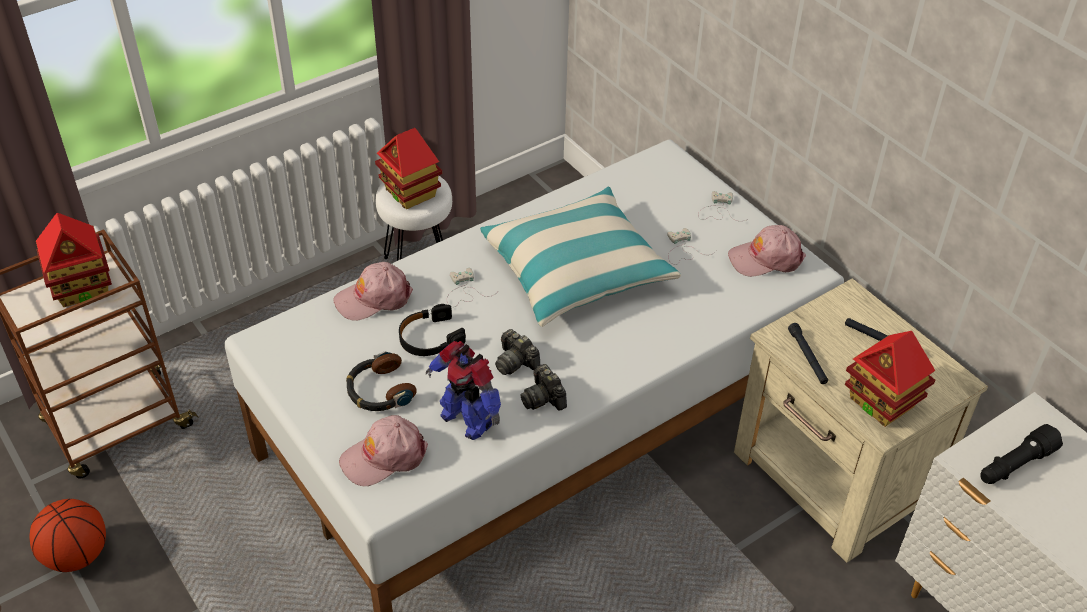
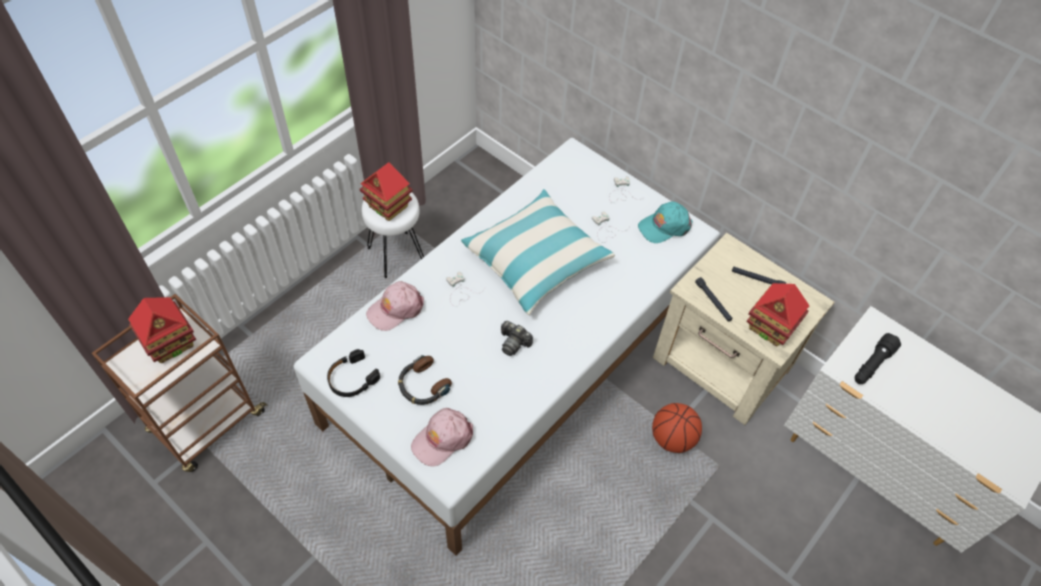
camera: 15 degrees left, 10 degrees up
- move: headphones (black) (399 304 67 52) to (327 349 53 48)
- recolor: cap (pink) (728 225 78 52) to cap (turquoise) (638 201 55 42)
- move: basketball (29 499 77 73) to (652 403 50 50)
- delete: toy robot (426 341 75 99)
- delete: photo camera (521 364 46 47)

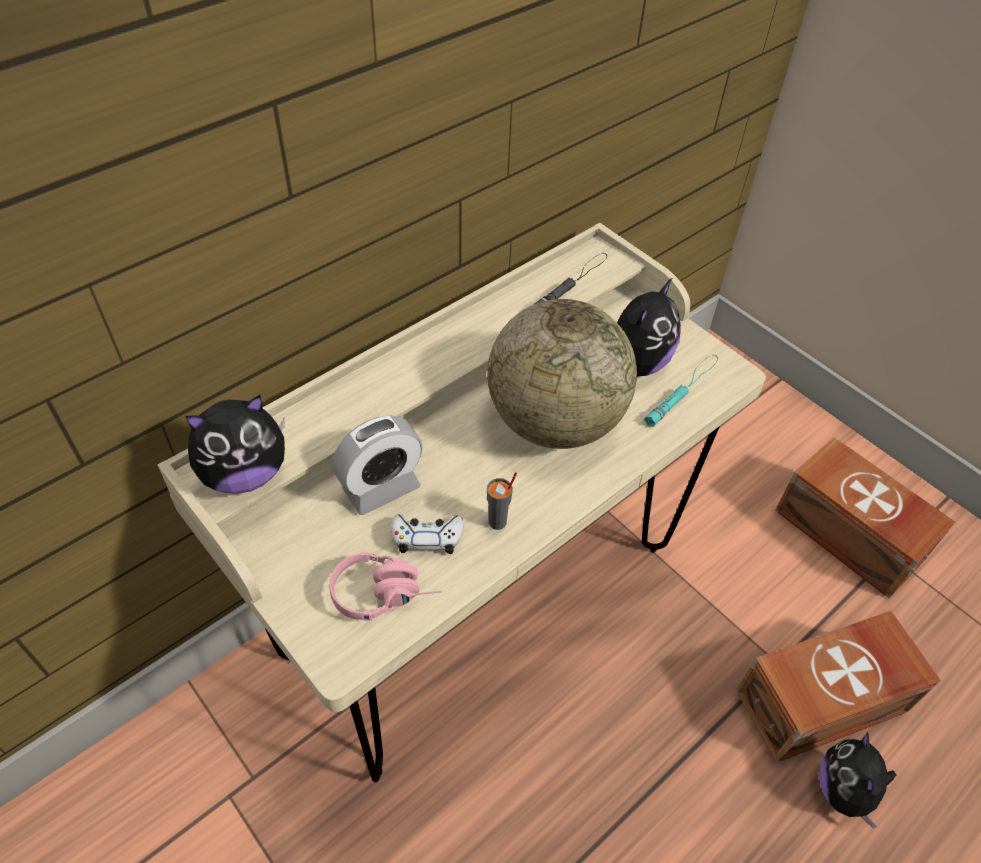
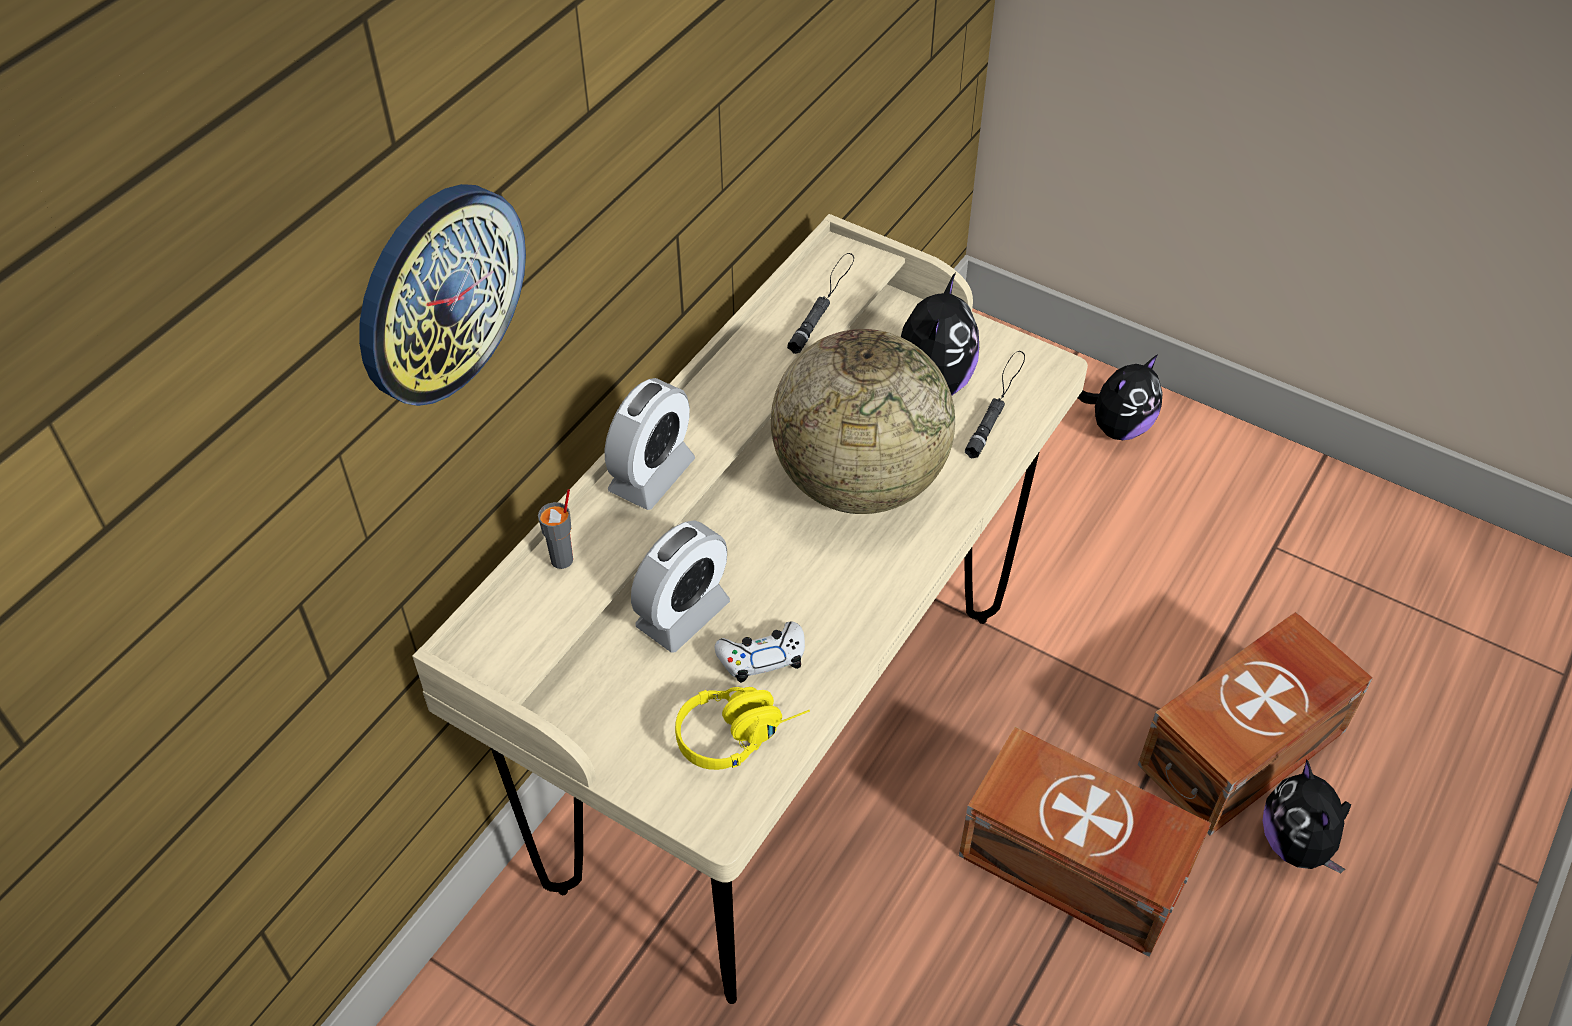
camera: 15 degrees left, 0 degrees up
- insert: wall clock (359 184 167 222)
- move: cup (grey) (487 472 30 58) to (538 489 35 80)
- insert: alarm clock (605 378 90 132)
- recolor: headphones (pink) (329 552 113 69) to headphones (yellow) (675 687 135 83)
- move: storage box (brown) (775 437 180 161) to (959 727 252 230)
- recolor: flashlight (turquoise) (644 355 74 72) to flashlight (black) (965 351 60 107)
- move: plush toy (185 395 100 99) to (1078 354 85 86)

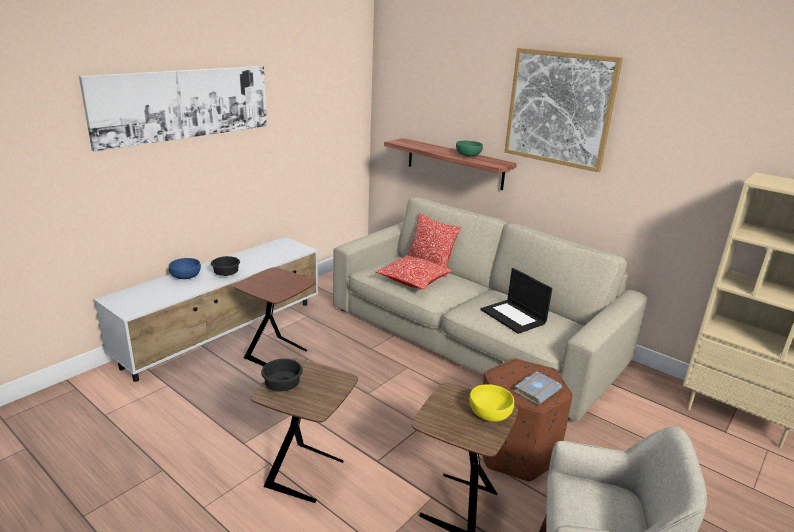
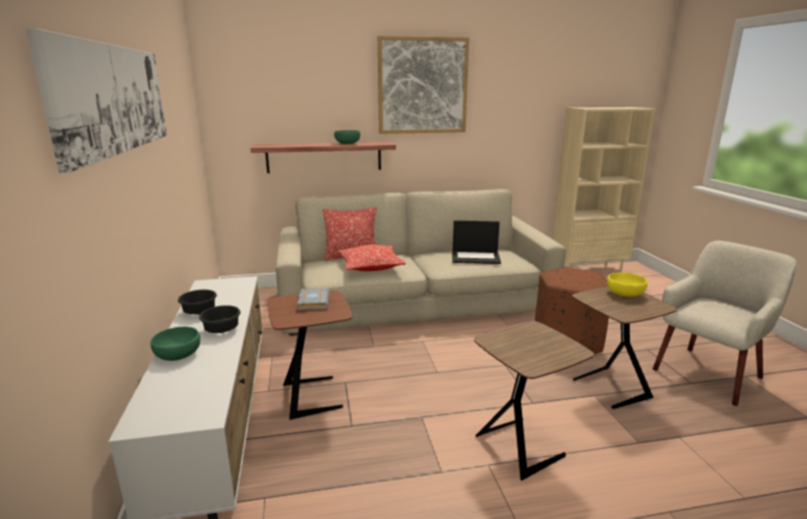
camera: 50 degrees left, 5 degrees down
- recolor: bowl (blue) (169 258 32 21) to bowl (green) (150 327 50 34)
- move: bowl (black) (261 359 42 32) to (178 290 39 25)
- move: book (grey) (514 371 48 34) to (297 288 33 22)

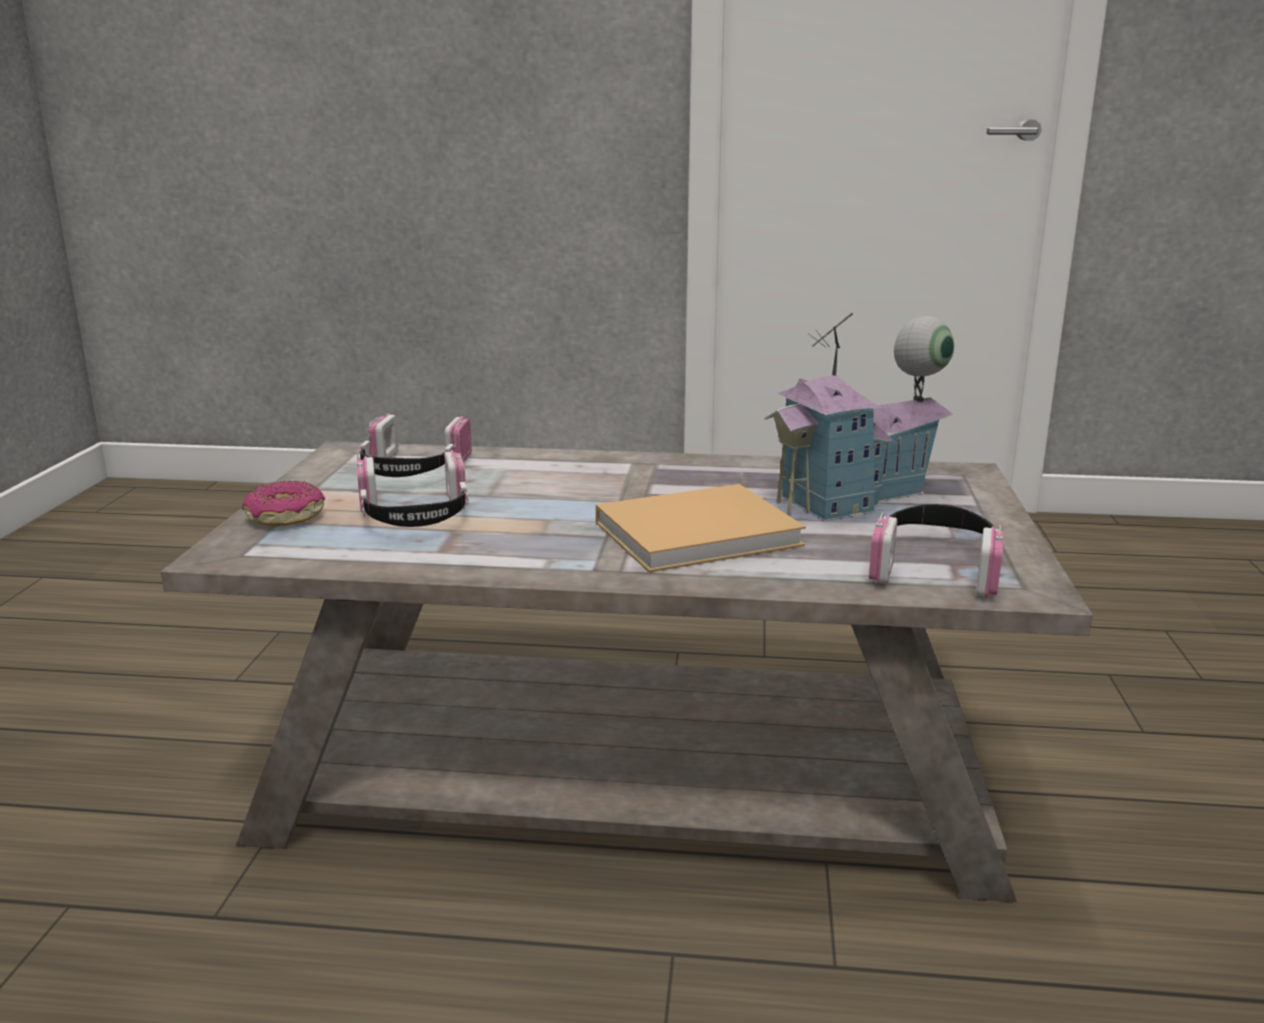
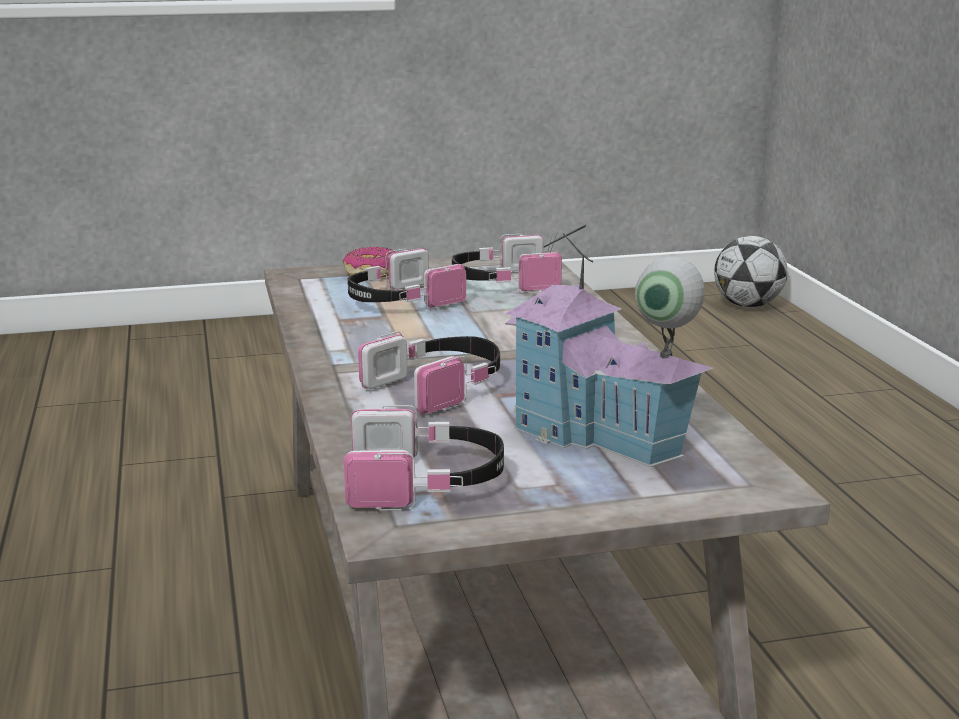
camera: 70 degrees right, 0 degrees up
- replace: book (beige) (596 484 210 89) to headphones (358 331 142 83)
- insert: football (714 236 73 72)

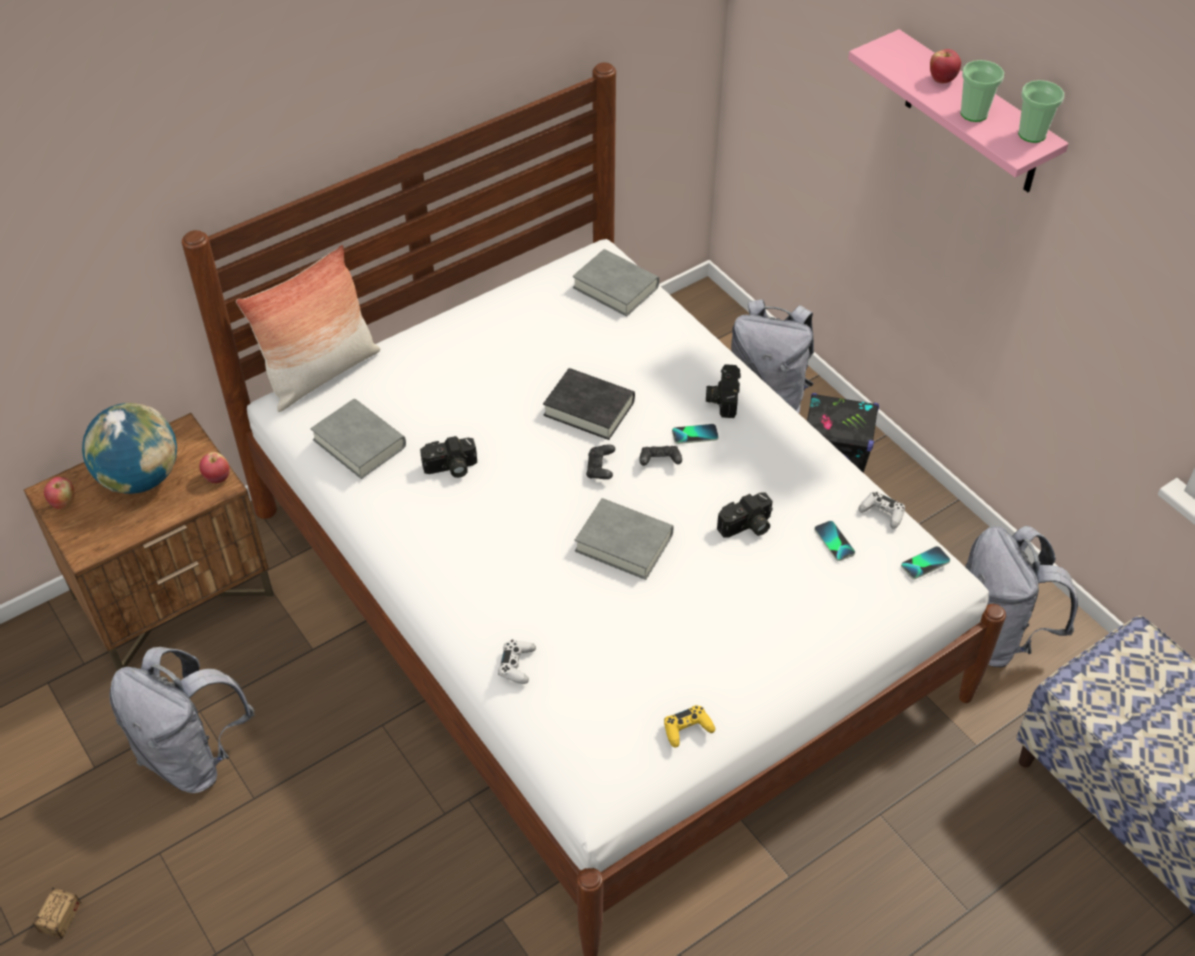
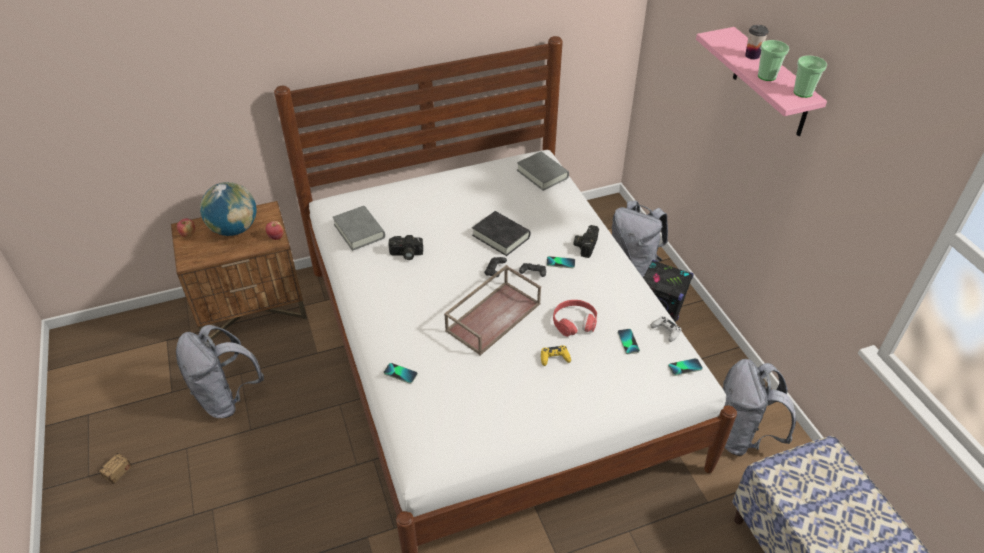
camera: 15 degrees right, 5 degrees down
- replace: game controller (white) (498 640 38 44) to phone (384 363 34 21)
- replace: book (grey) (575 498 99 82) to tray (brown) (444 265 97 90)
- move: game controller (yellow) (664 705 51 43) to (541 345 30 21)
- replace: photo camera (717 492 56 45) to headphones (red) (553 300 44 37)
- replace: apple (930 49 31 34) to cup (745 25 24 34)
- delete: pillow (236 245 144 167)

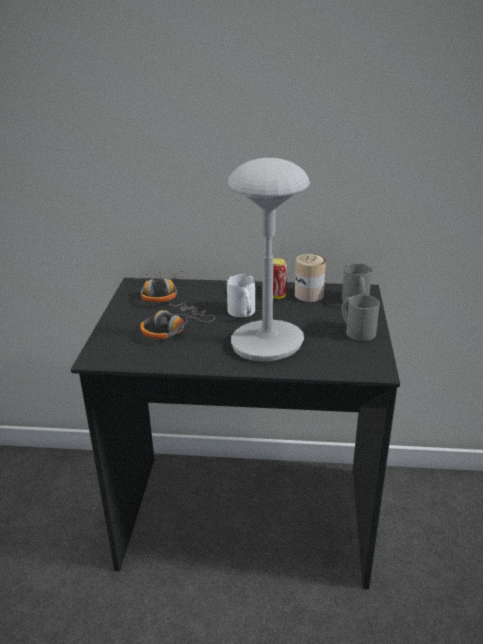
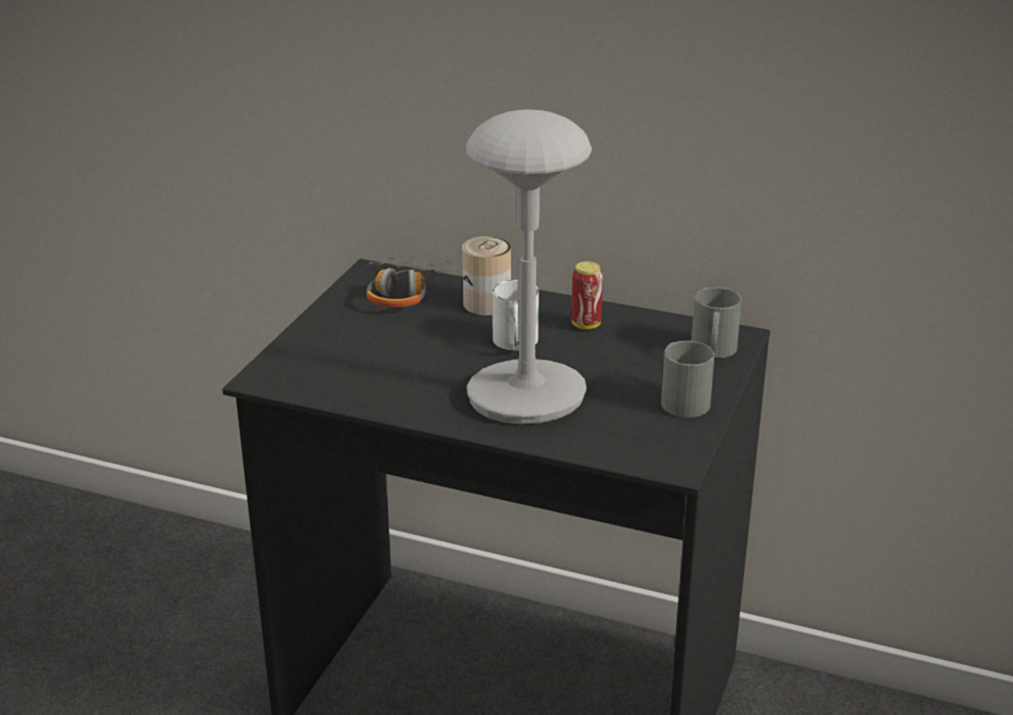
camera: 15 degrees right, 0 degrees up
- move: can (295 254 31 48) to (462 236 49 79)
- delete: headphones (140 303 75 36)

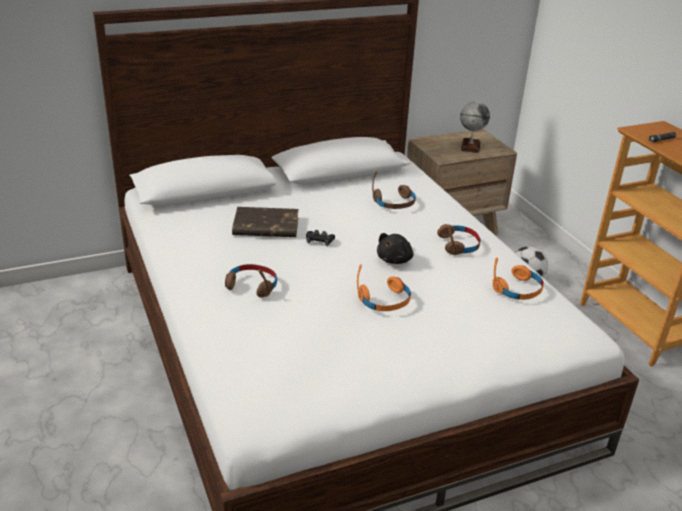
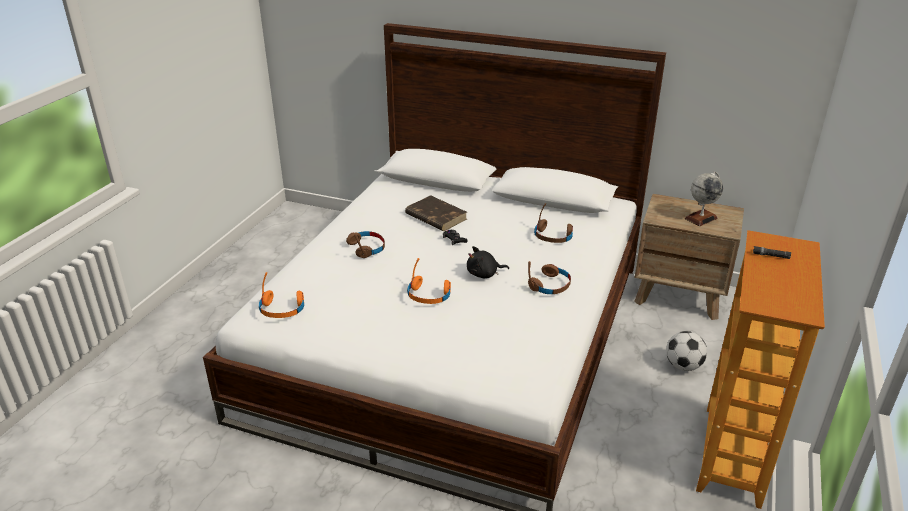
camera: 45 degrees right, 0 degrees up
- move: headphones (orange) (493 258 51 42) to (259 272 45 46)

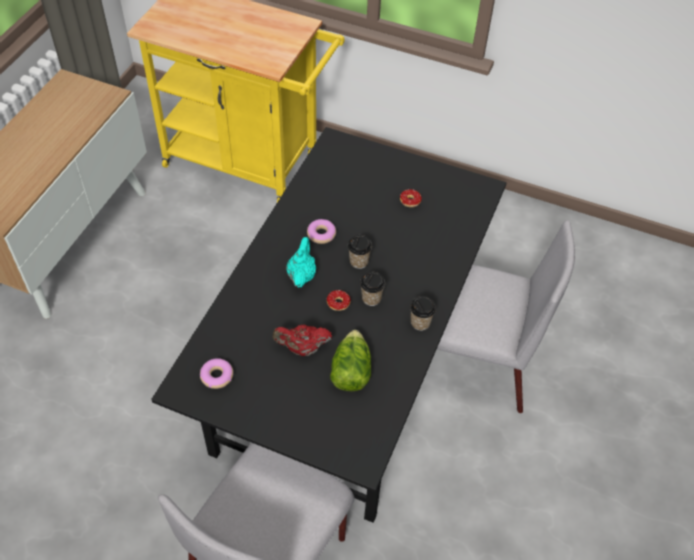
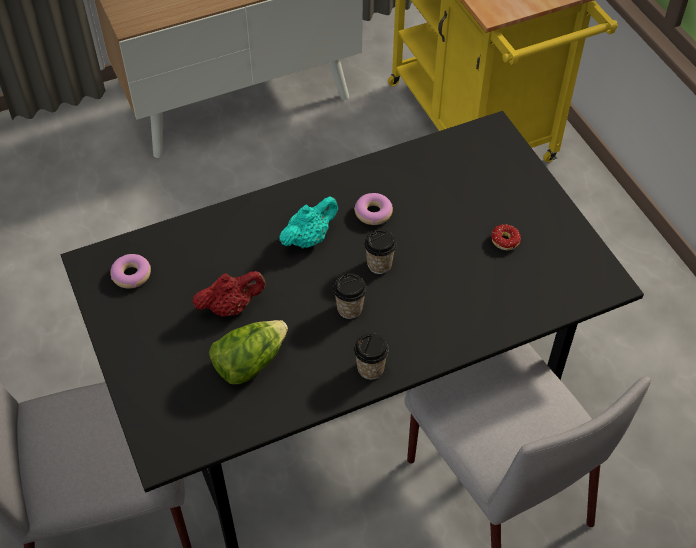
camera: 45 degrees right, 0 degrees up
- rotate: teapot (red) (273 325 59 31) = (192 271 73 46) 120 degrees clockwise
- delete: donut (327 290 24 21)

